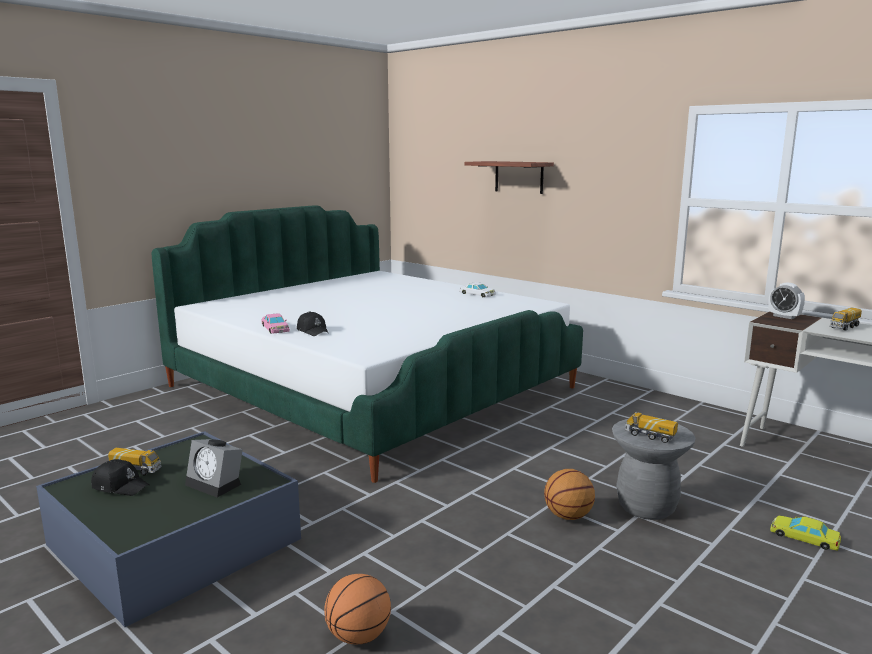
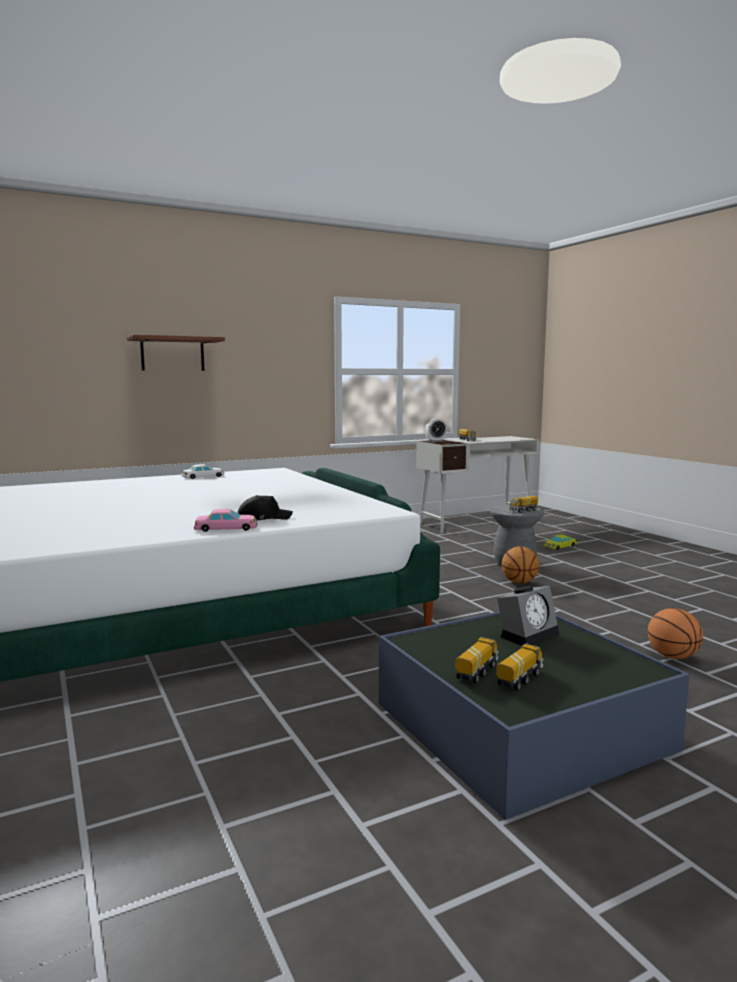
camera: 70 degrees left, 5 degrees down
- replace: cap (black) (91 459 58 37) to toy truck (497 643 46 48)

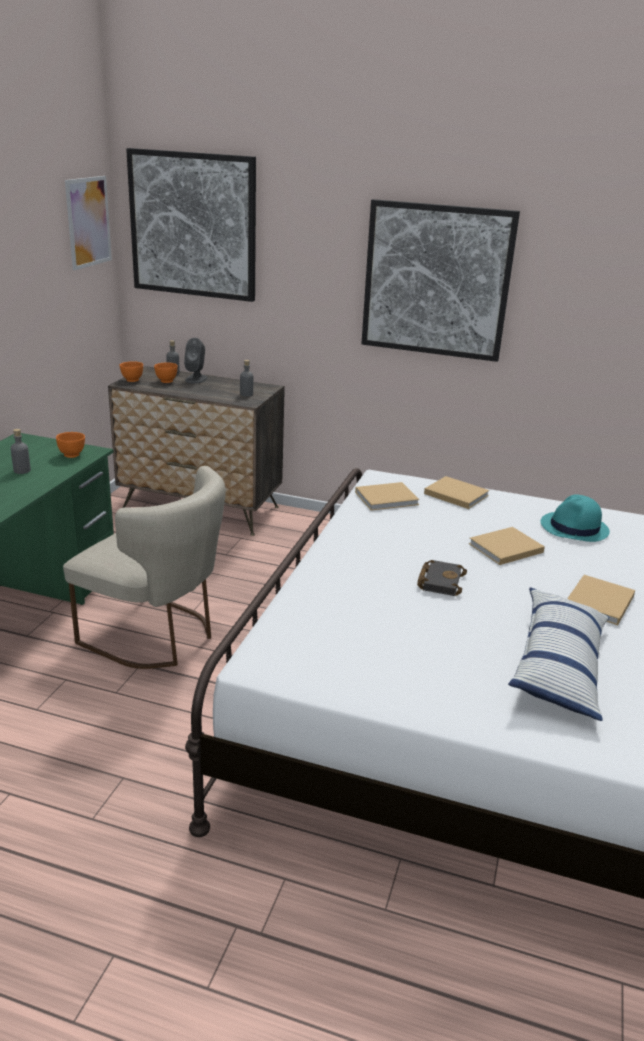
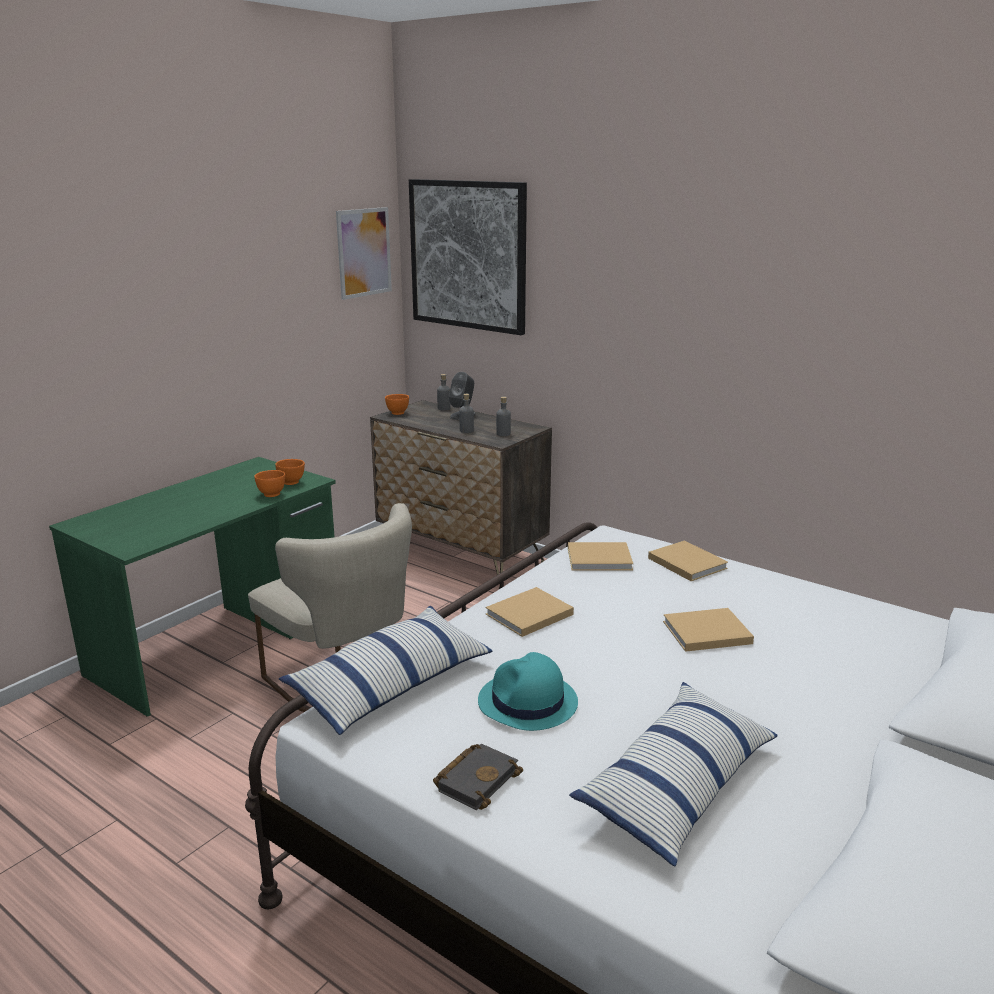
camera: 20 degrees right, 5 degrees down
- move: bowl (orange) (154 363 24 20) to (254 470 31 27)
- insert: pillow (279 606 213 129)
- move: book (black) (417 560 50 36) to (433 744 90 66)
- move: bottle (grey) (11 429 20 45) to (459 394 15 39)
- move: hat (turquoise) (541 494 69 48) to (478 652 100 79)
- move: book (beige) (567 575 68 50) to (486 587 88 50)
- delete: picture (362 199 158 163)

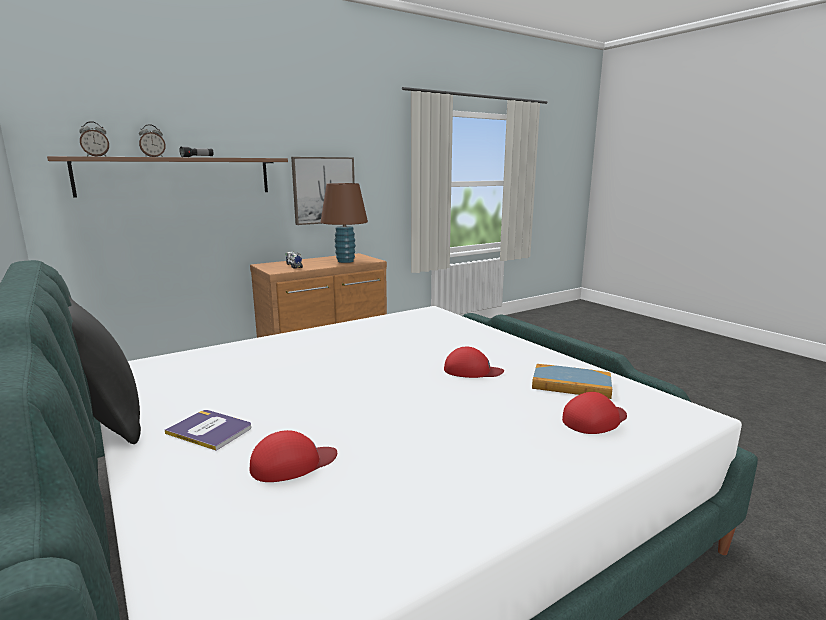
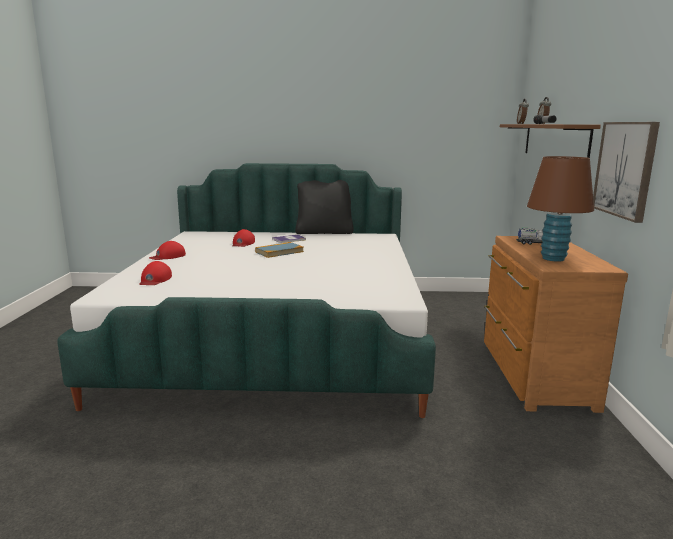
camera: 125 degrees right, 0 degrees up
- move: cap (red) (444 347 60 31) to (149 241 37 19)
- move: book (532 364 80 35) to (255 242 49 16)

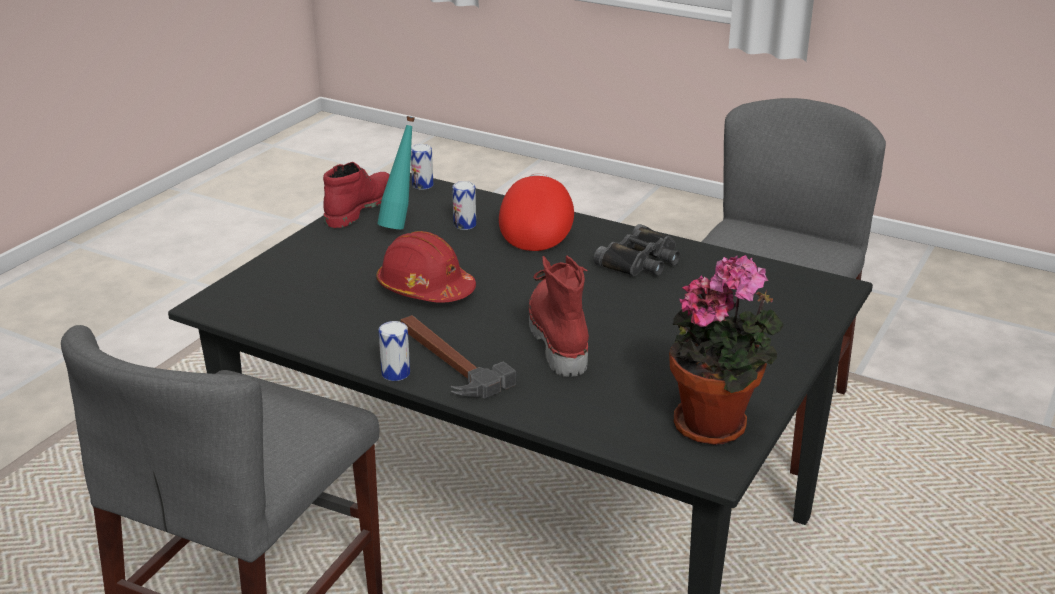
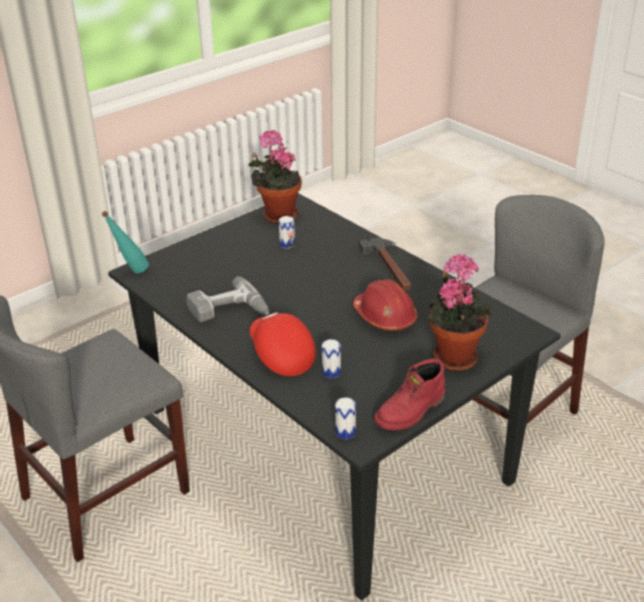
camera: 160 degrees left, 5 degrees up
- move: bottle (turquoise) (377 116 38 113) to (102 211 47 62)
- replace: binoculars (black) (593 224 87 52) to power drill (187 276 82 46)
- rotate: cap (red) (499 174 75 77) = (249 312 67 64) 120 degrees clockwise
- move: can (378 321 32 60) to (279 216 16 33)
- insert: potted plant (428 254 64 117)
- delete: boot (red) (529 256 60 121)

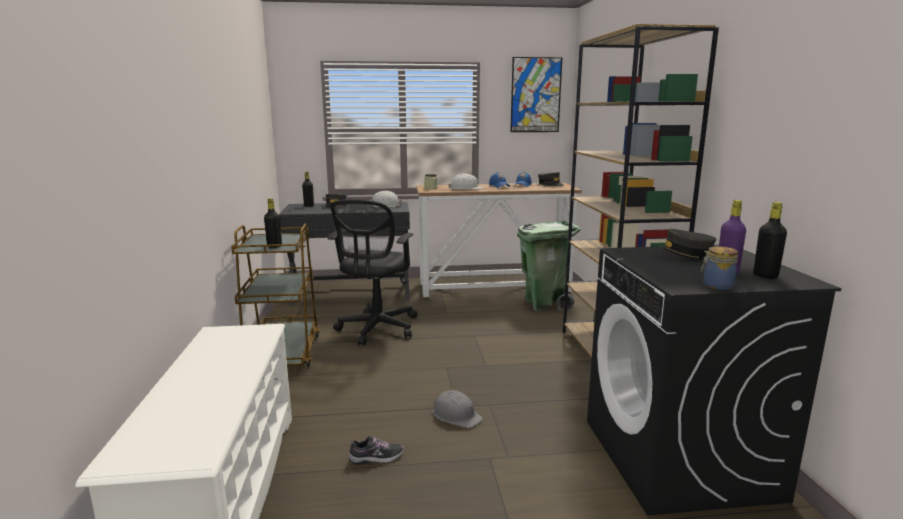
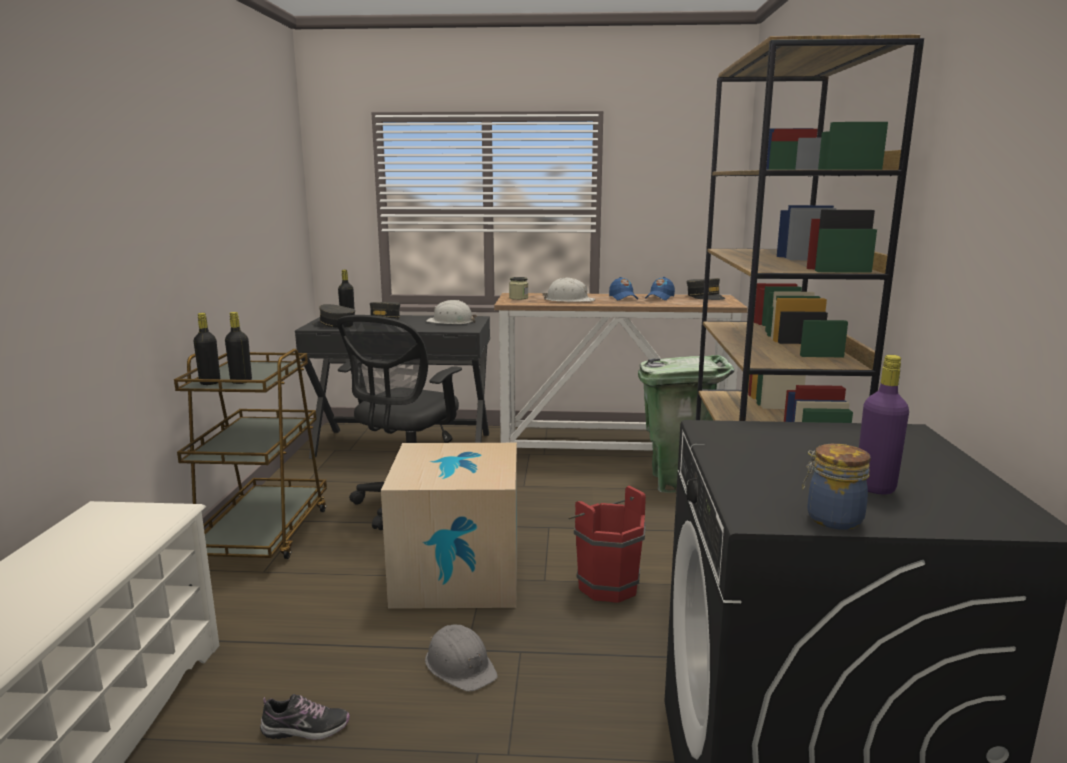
camera: 10 degrees right, 0 degrees up
- move: bottle (black) (754 202 33 76) to (194 313 26 72)
- move: cap (grey) (651 229 65 31) to (312 304 43 24)
- insert: cardboard box (381 443 136 166)
- insert: bucket (red) (568 486 78 117)
- delete: picture (510 57 52 75)

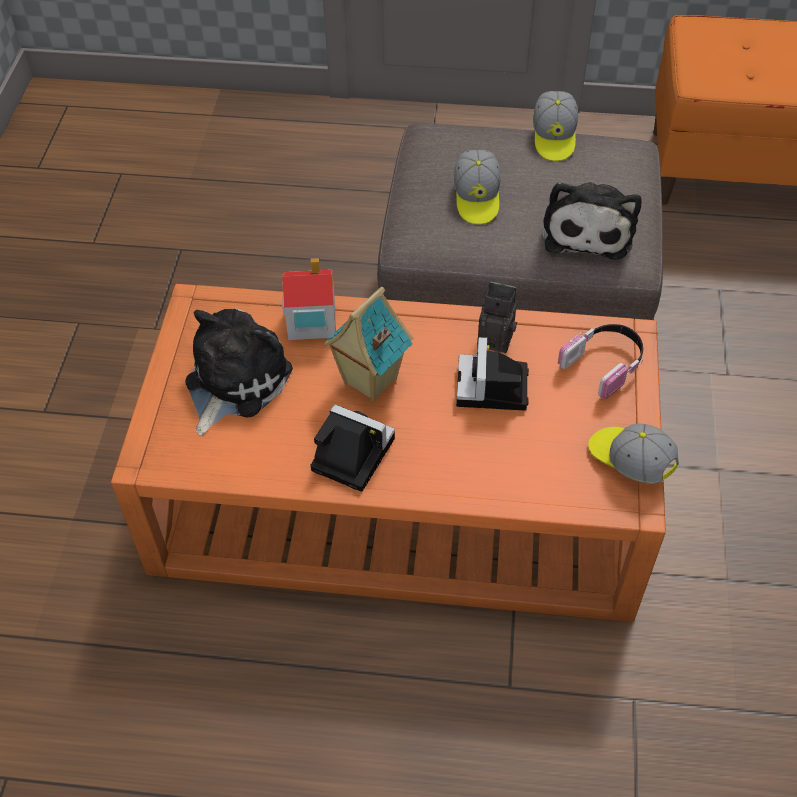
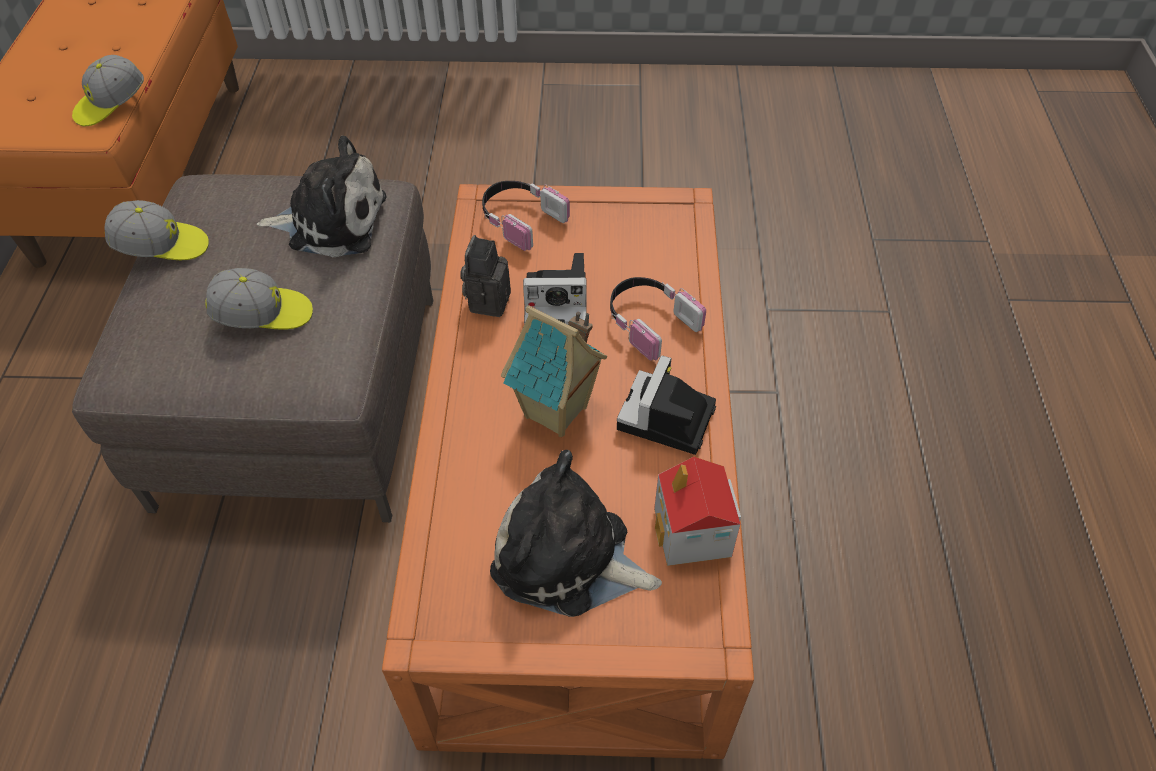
camera: 95 degrees left, 0 degrees up
- move: cap (588 423 91 61) to (72 55 72 72)
- insert: headphones (610 277 96 84)
- move: toy house (282 258 54 82) to (654 457 87 109)

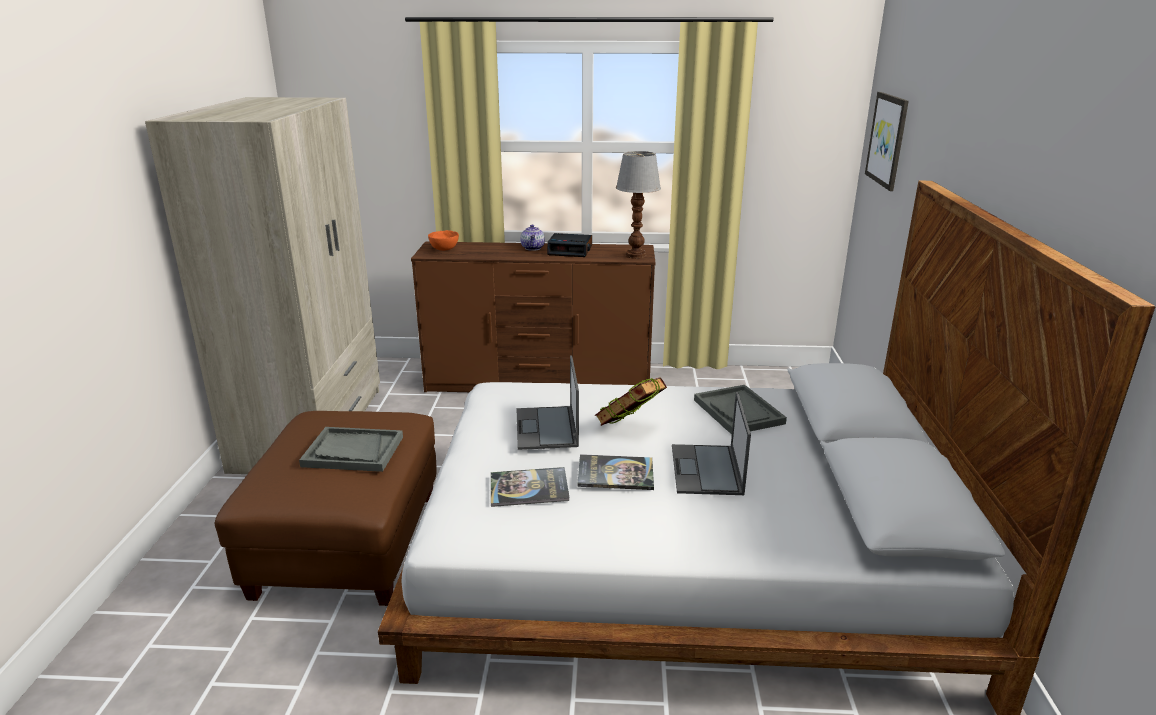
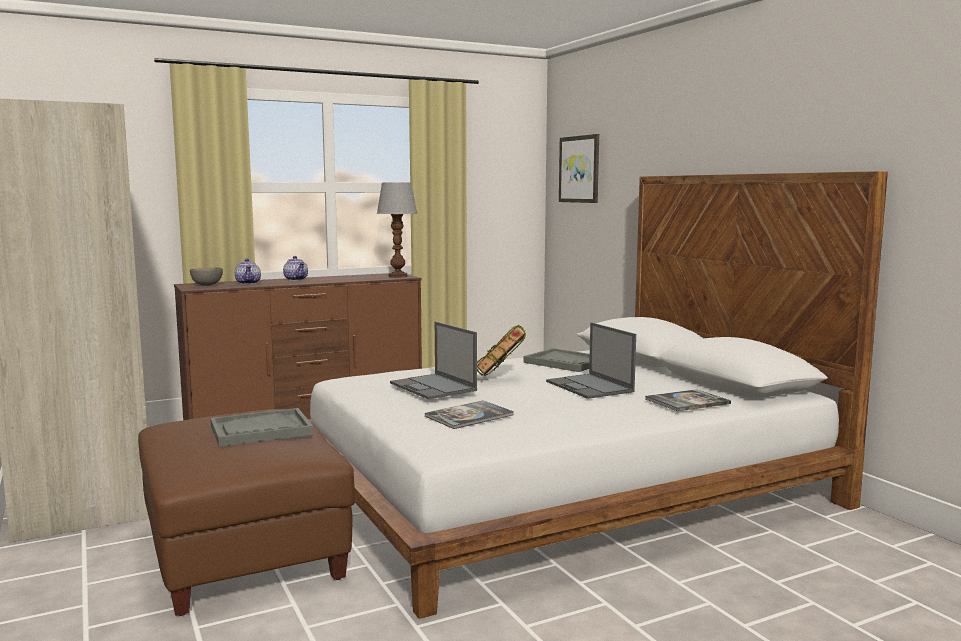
camera: 30 degrees left, 15 degrees down
- recolor: bowl (orange) (428 230 31 21) to bowl (grey) (190 267 33 19)
- insert: teapot (235 259 26 25)
- move: book (577 454 77 36) to (645 389 86 22)
- delete: alarm clock (547 233 45 24)

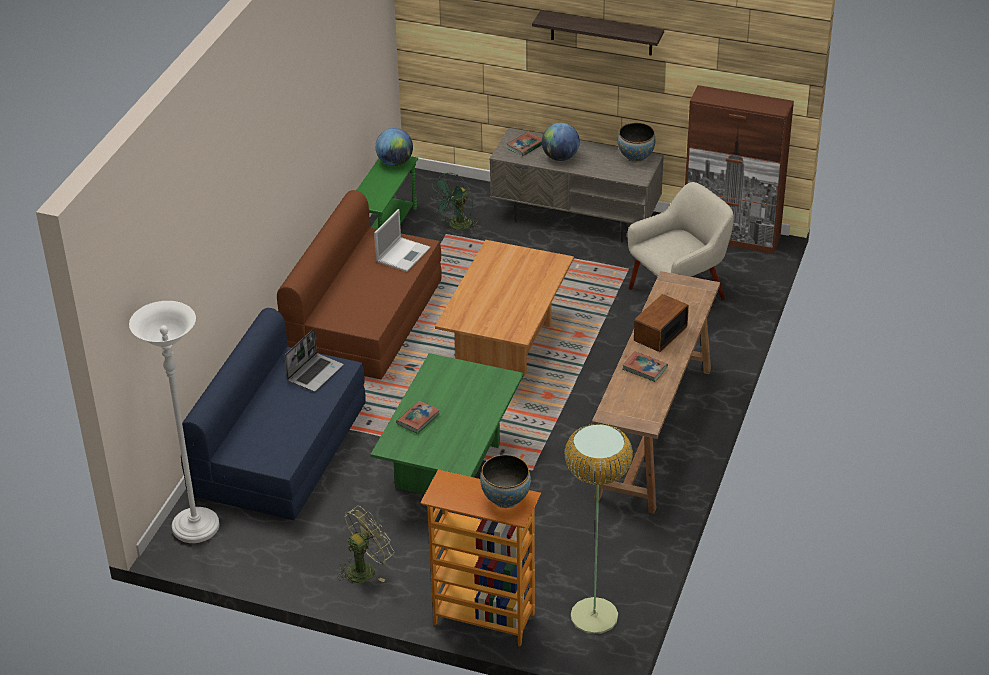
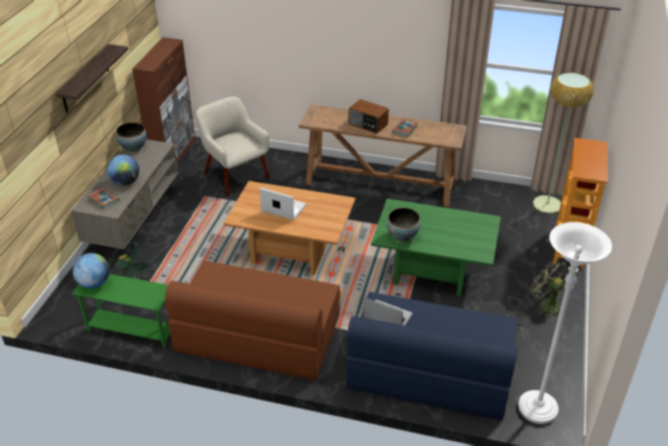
camera: 95 degrees left, 0 degrees up
- move: laptop (374 209 56 63) to (260 187 46 33)
- move: bowl (480 455 51 53) to (387 208 33 34)
- delete: book (396 400 44 34)

